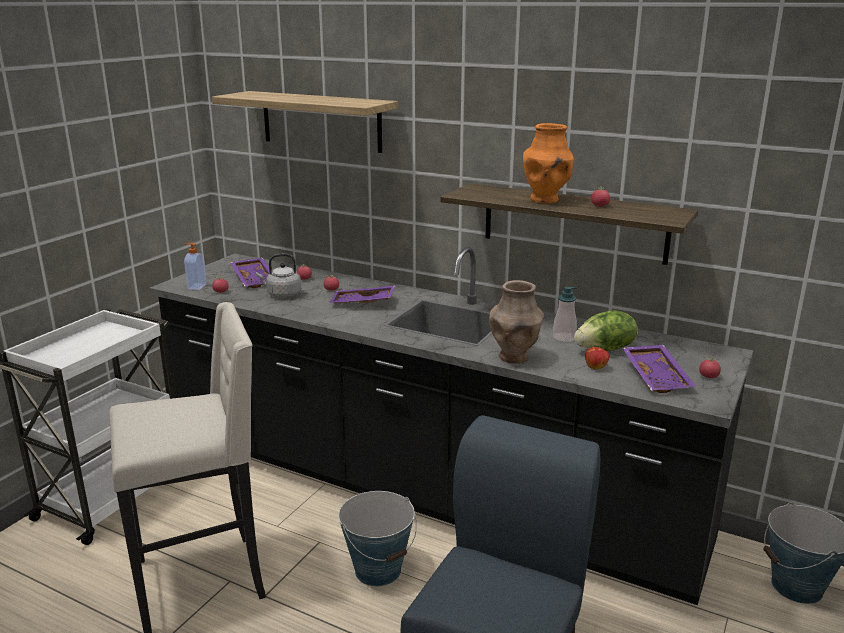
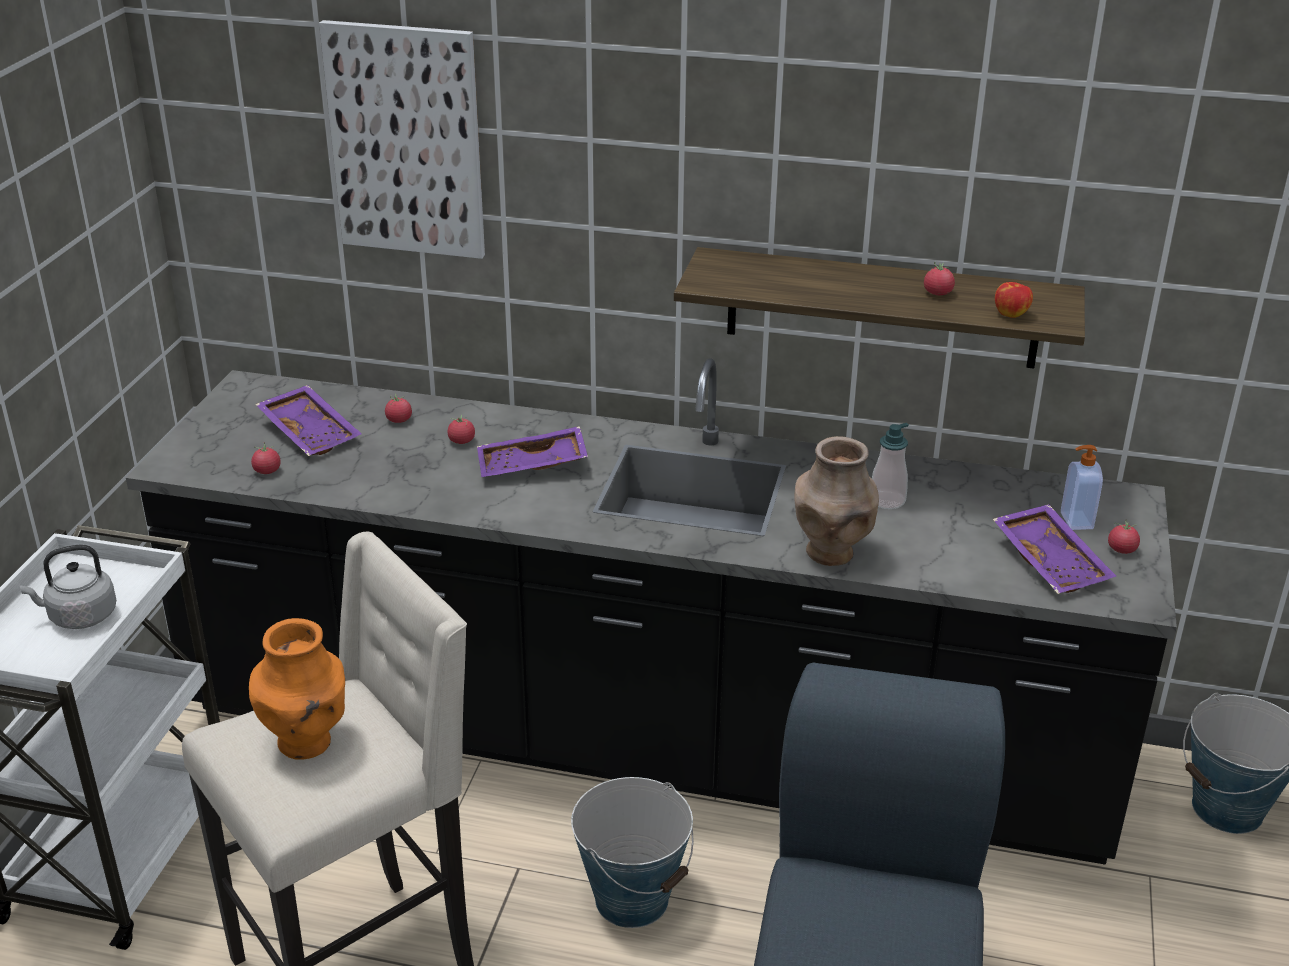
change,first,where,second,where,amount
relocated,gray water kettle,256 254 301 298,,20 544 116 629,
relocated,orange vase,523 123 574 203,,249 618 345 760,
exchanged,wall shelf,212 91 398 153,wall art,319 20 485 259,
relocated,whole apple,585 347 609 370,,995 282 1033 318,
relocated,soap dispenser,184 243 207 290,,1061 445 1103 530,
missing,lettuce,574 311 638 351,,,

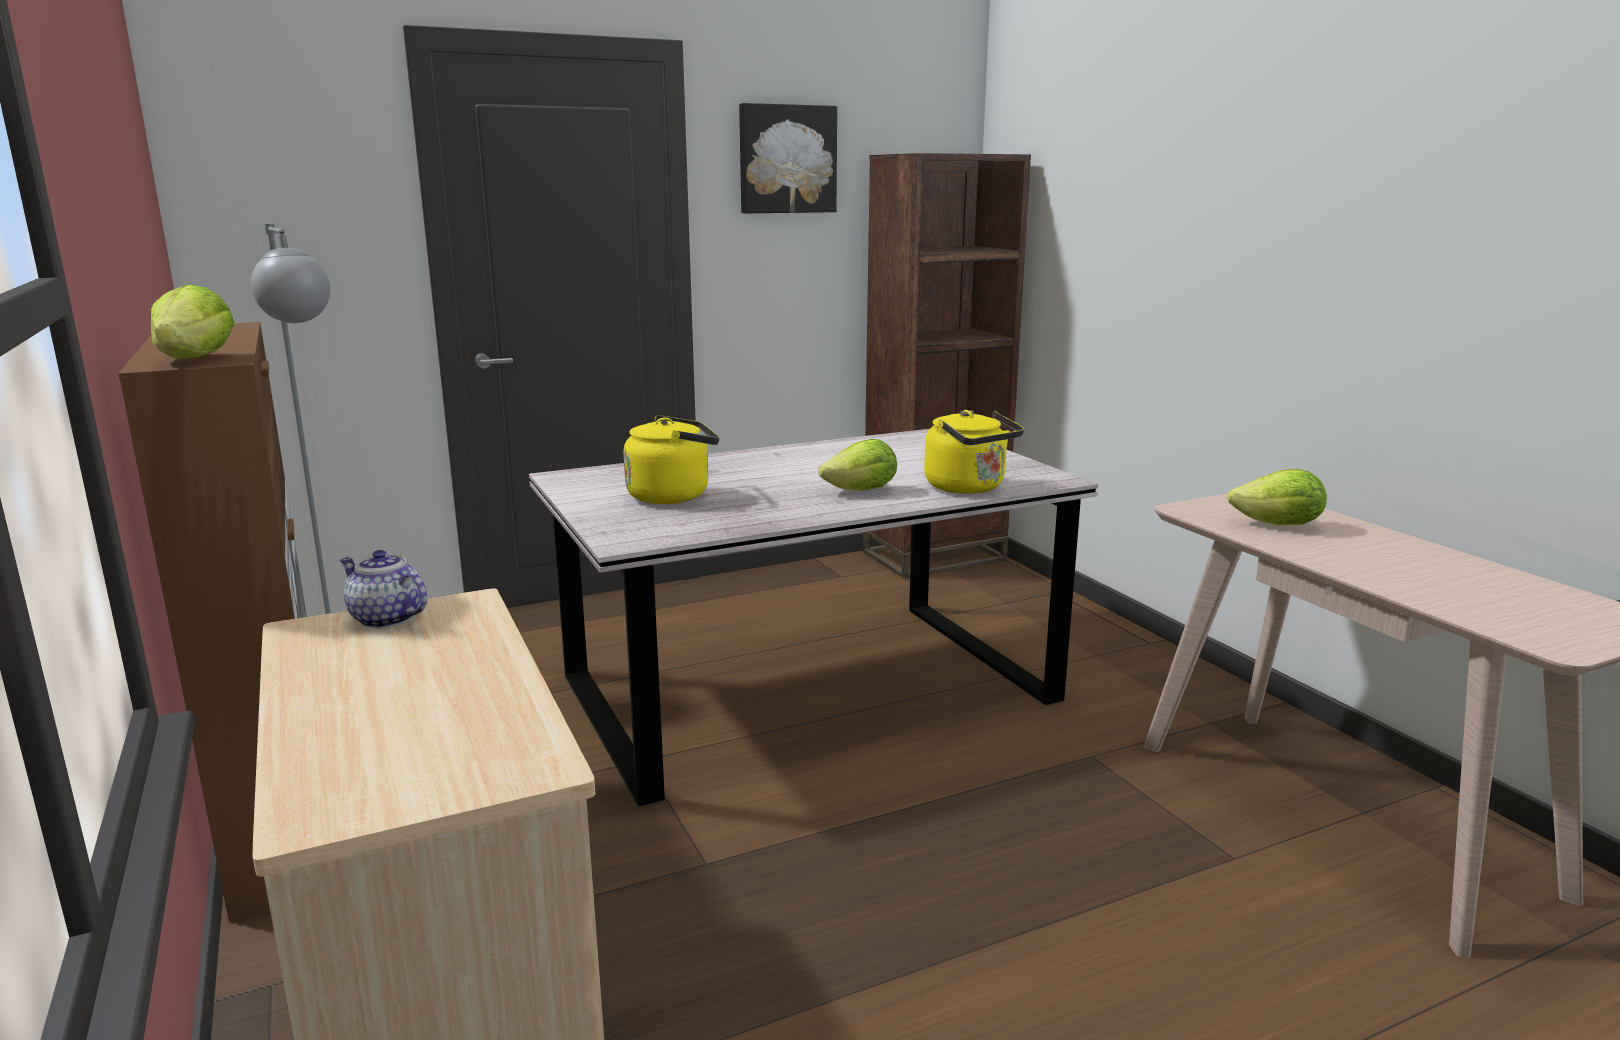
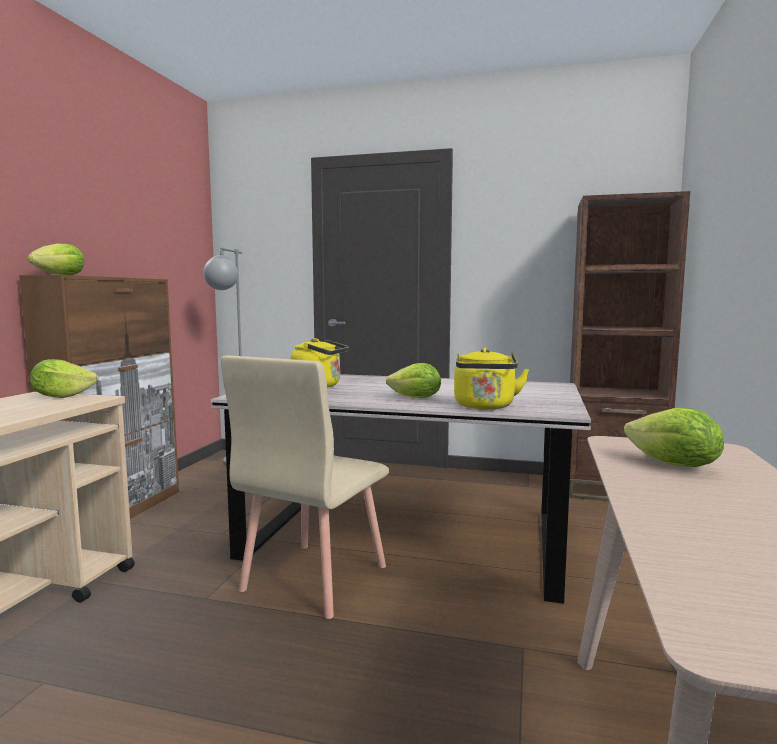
change,first,where,second,where,amount
exchanged,tea pot,340 550 427 629,lettuce,30 359 99 398,
appeared,,,beige chair,221 356 389 619,
missing,wall art,739 103 837 214,,,

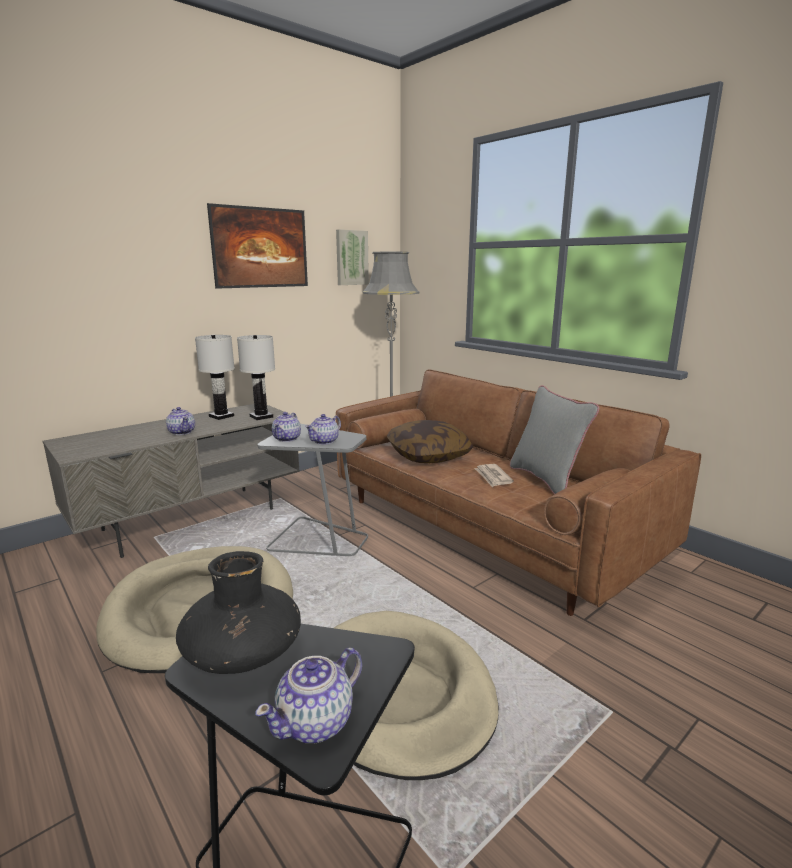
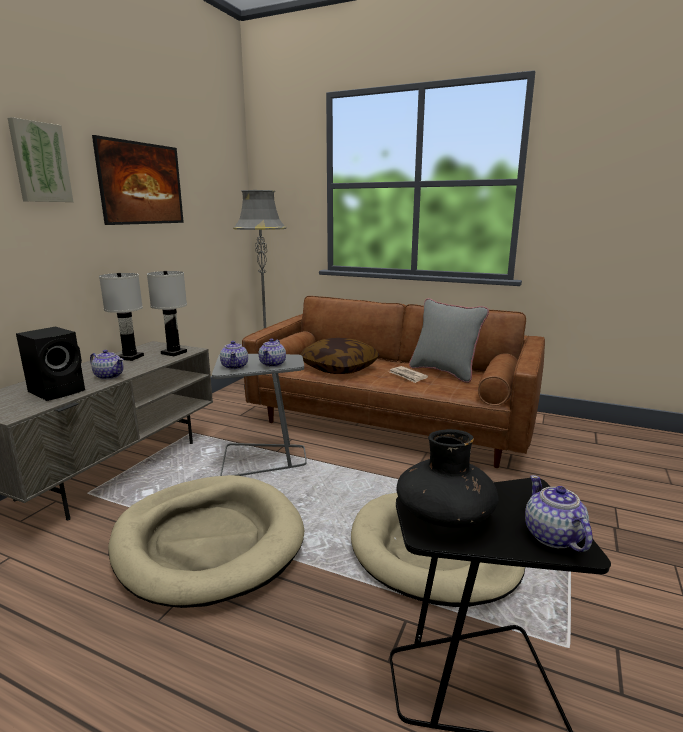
change,first,where,second,where,amount
relocated,wall art,336 229 369 285,,8 117 73 202,
appeared,,,black speaker,16 327 85 401,
spun,tea pot,255 648 362 743,,525 475 592 552,150 degrees clockwise

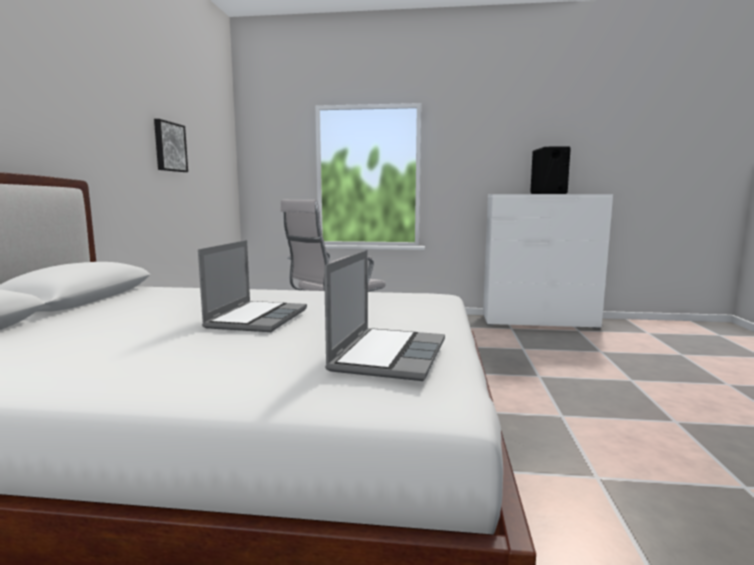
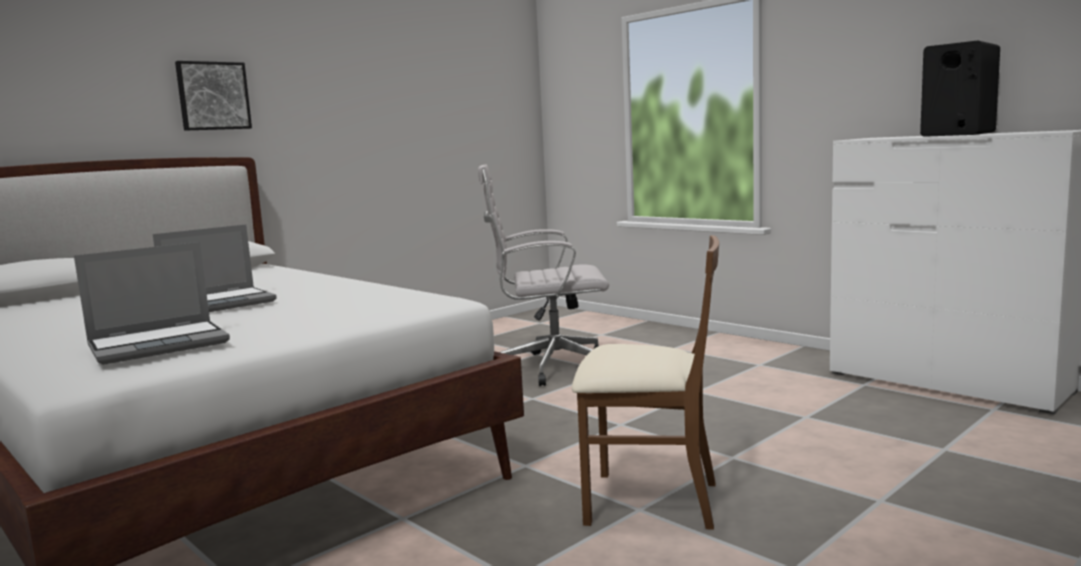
change,first,where,second,where,amount
relocated,wall art,154 119 188 172,,175 61 252 131,
appeared,,,brownish chair,572 235 719 530,

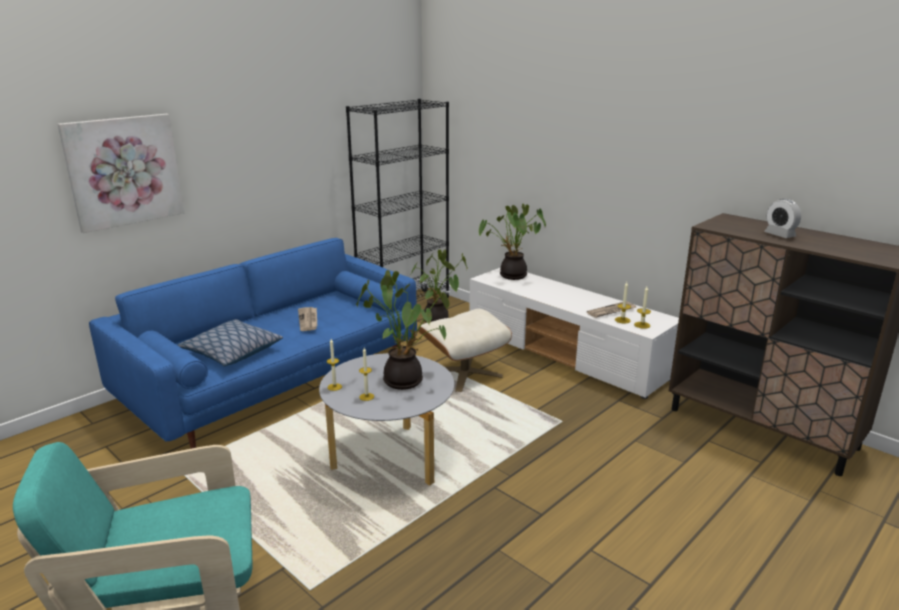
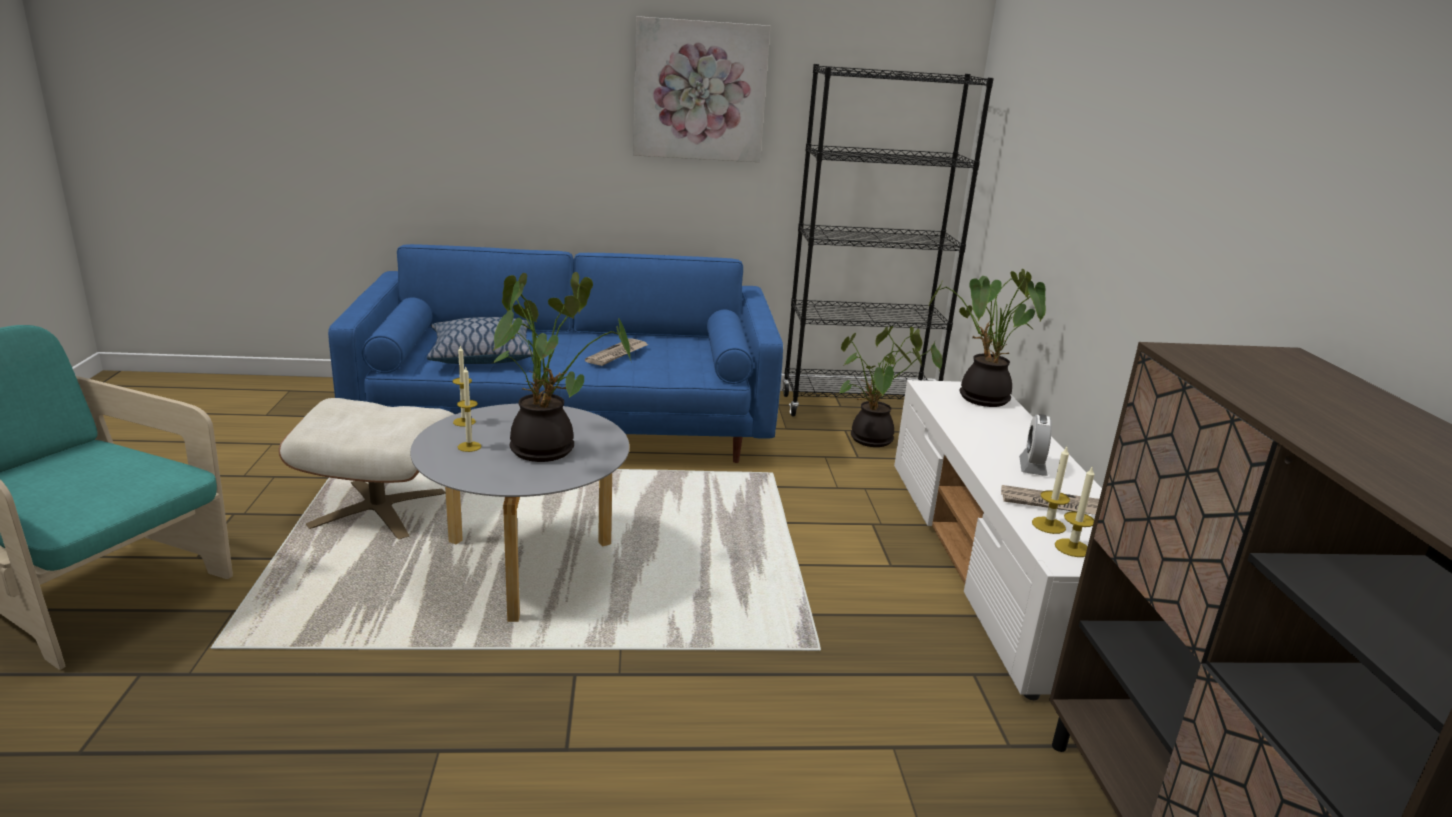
change,first,where,second,where,amount
relocated,beige ottoman,419 309 512 392,,279 398 454 539,
relocated,wall art,58 114 184 233,,633 16 770 162,
relocated,table clock,764 199 801 238,,1019 414 1052 476,

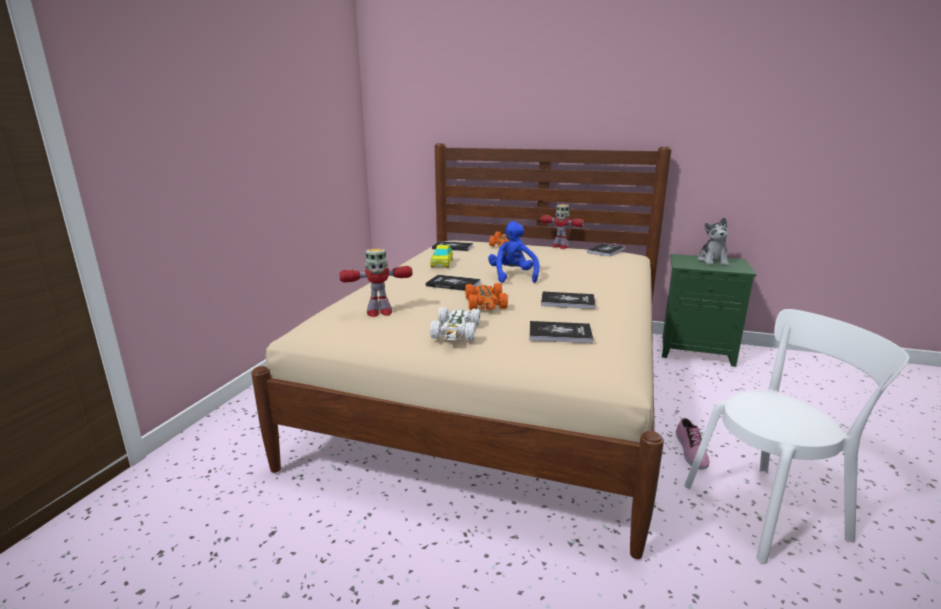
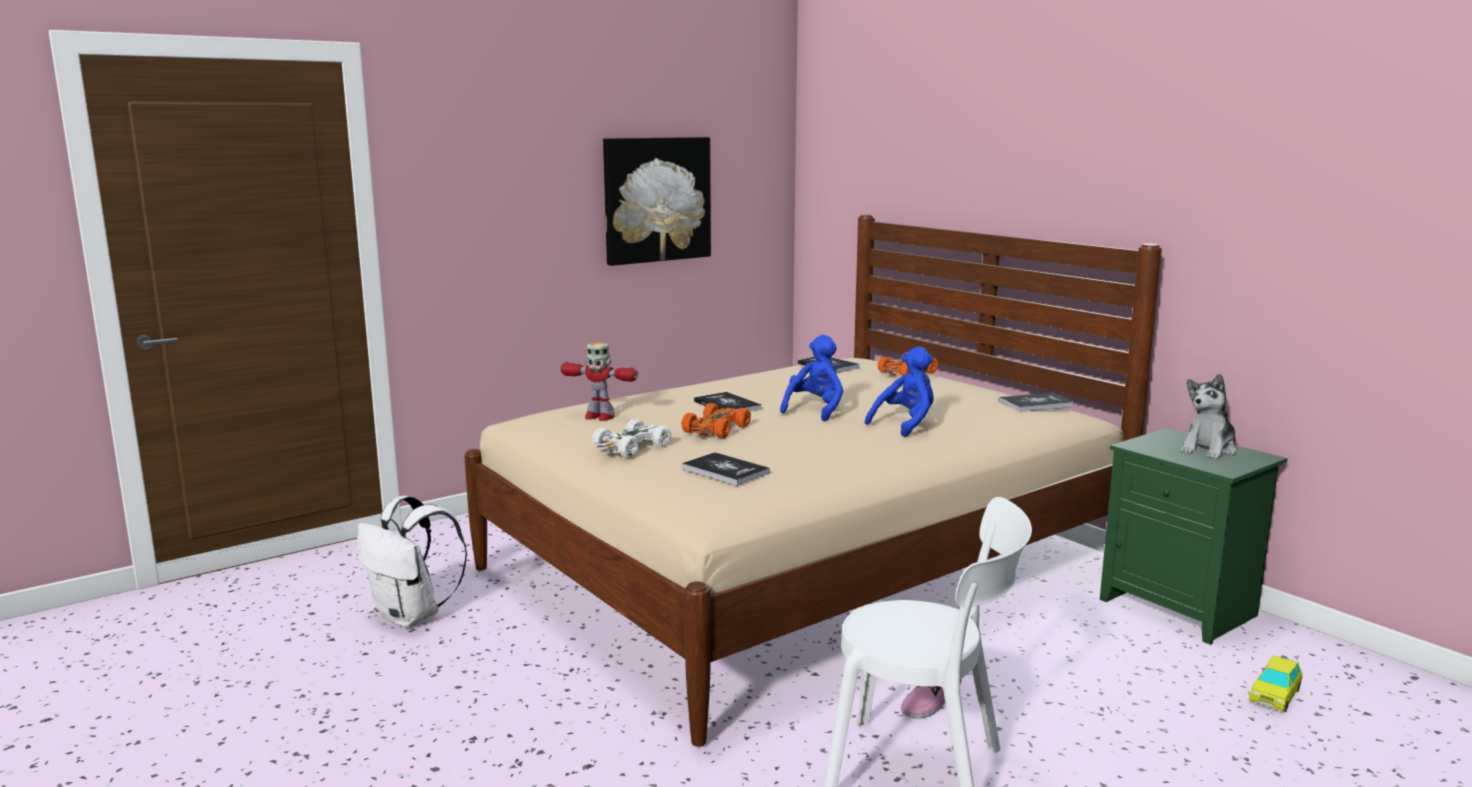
change,first,where,second,where,amount
appeared,,,whitish rucksack,357 495 467 627,
appeared,,,wall art,603 137 711 266,
appeared,,,bluish soft toy,865 346 934 437,
relocated,miniature car,430 245 453 268,,1249 655 1302 712,
missing,model robot,541 204 585 249,,,
missing,book,541 292 596 309,,,

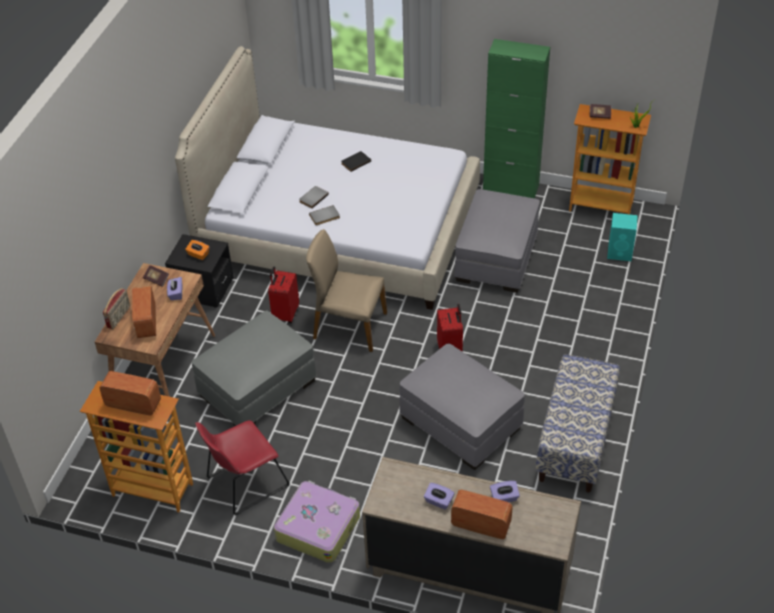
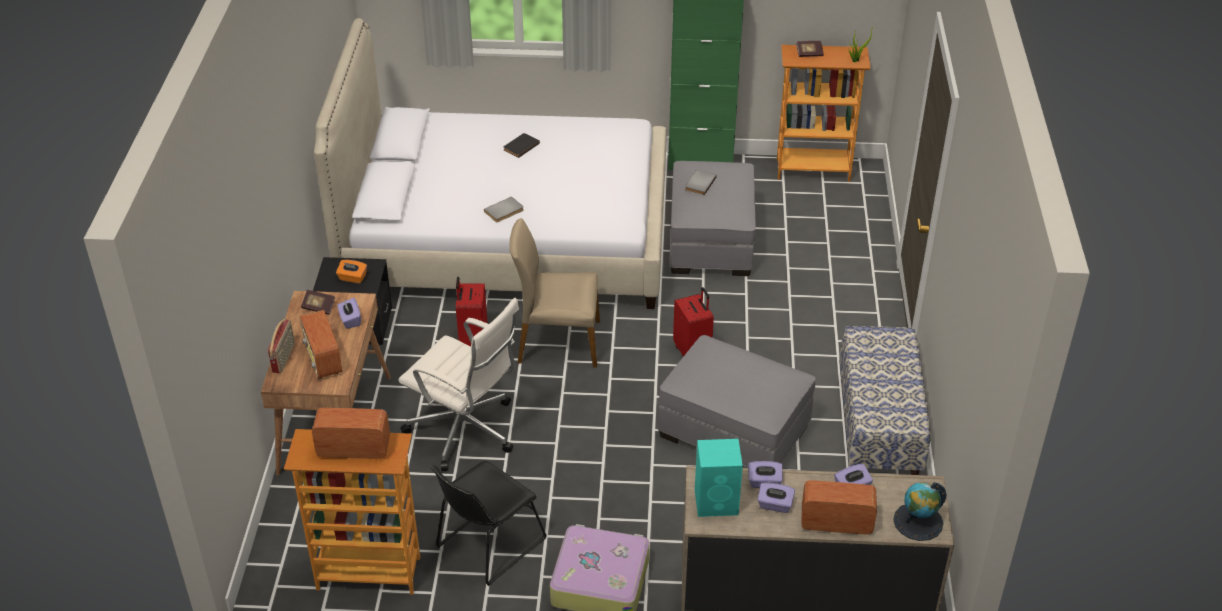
change,first,where,second,where,amount
exchanged,gray ottoman,192 311 317 426,whitish office chair,399 298 519 471,
colour,red-coloured chair,195 420 290 516,black chair,430 461 547 586,
relocated,gray book,299 186 329 208,,685 170 717 195,
relocated,turquoise-coloured speaker,607 213 638 261,,695 439 743 517,
appeared,,,purple-coloured tissue box,748 461 783 488,
appeared,,,world globe,893 482 947 541,

